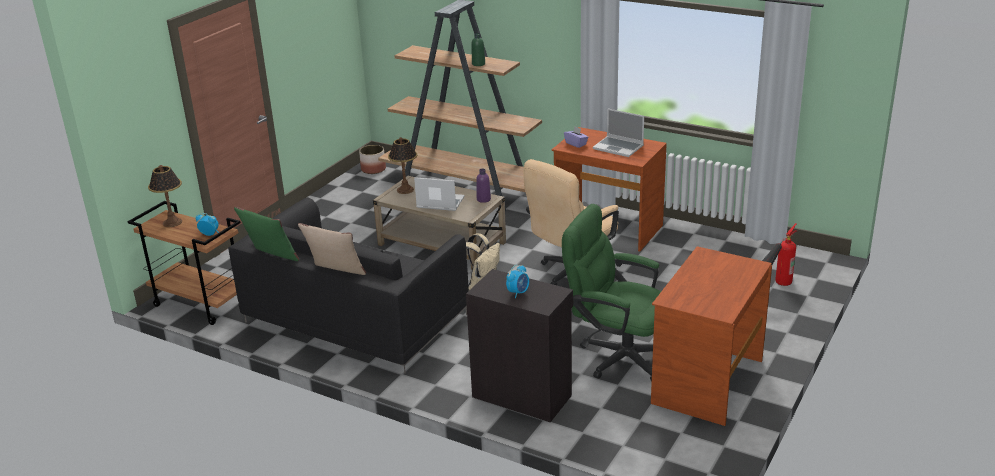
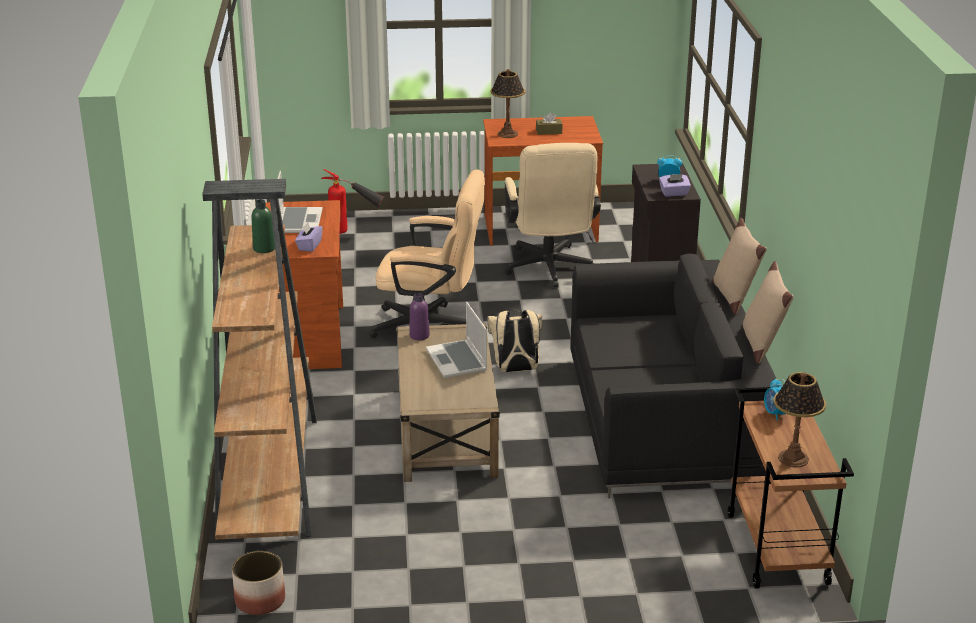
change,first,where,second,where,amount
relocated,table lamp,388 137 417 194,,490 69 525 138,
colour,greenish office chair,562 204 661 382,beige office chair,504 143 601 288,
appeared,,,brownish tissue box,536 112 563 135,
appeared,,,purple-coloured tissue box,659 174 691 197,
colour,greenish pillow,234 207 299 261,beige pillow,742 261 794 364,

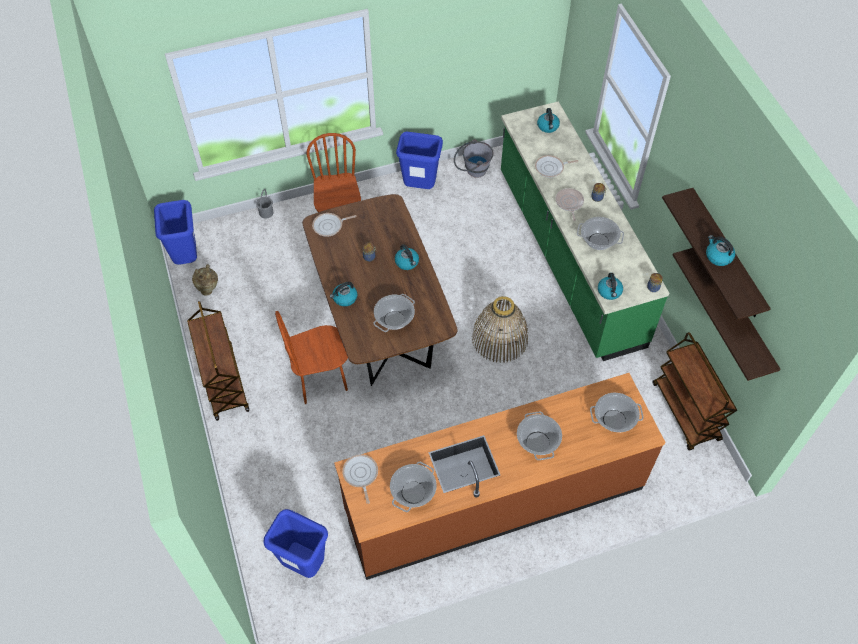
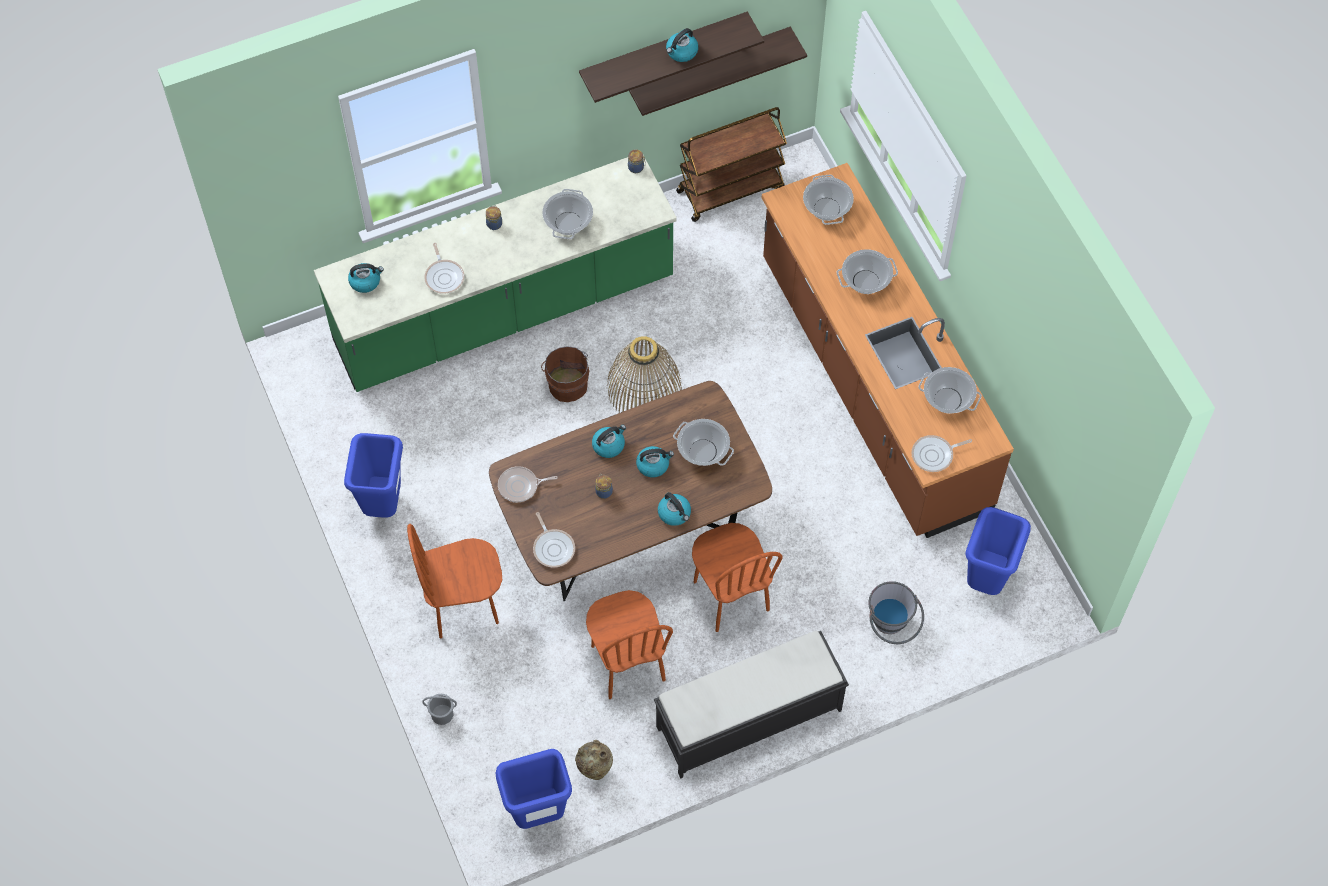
change,first,where,second,where,amount
relocated,frying pan,556 188 584 221,,498 466 557 502,
appeared,,,brownish bucket,541 346 589 402,
appeared,,,brownish chair,586 590 673 699,
relocated,water kettle,598 273 623 300,,636 446 674 477,
exchanged,brownish cart,187 301 249 421,black indoor bench,654 631 849 778,
relocated,gray bucket,454 139 494 178,,868 581 924 644,

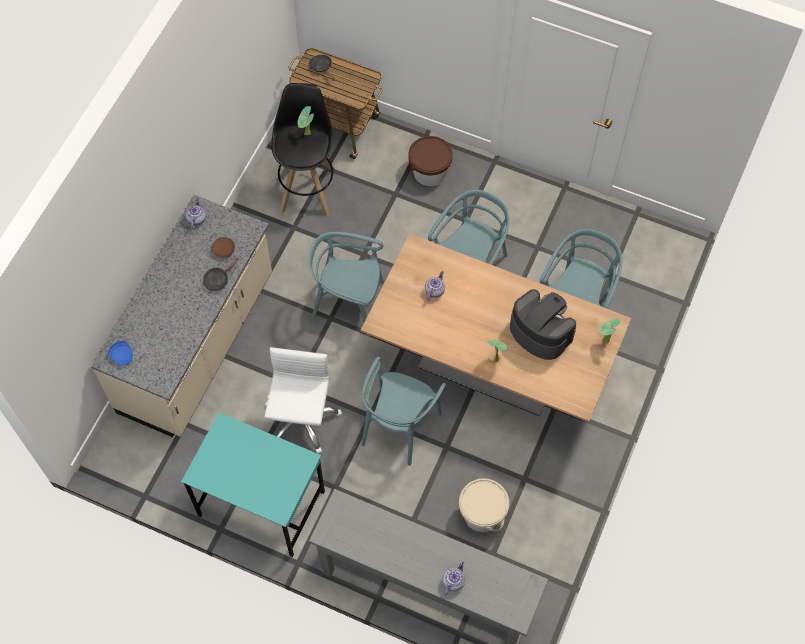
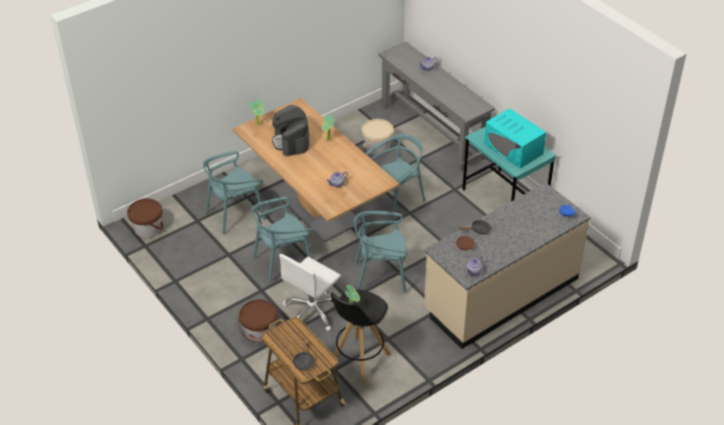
change,first,where,second,where,amount
appeared,,,brownish bucket,127 198 163 238,
relocated,whitish office chair,264 347 342 453,,279 254 341 331,
spun,turquoise-coloured chair,308 232 384 337,,354 211 408 293,135 degrees clockwise
appeared,,,turquoise-coloured microwave oven,484 108 546 168,

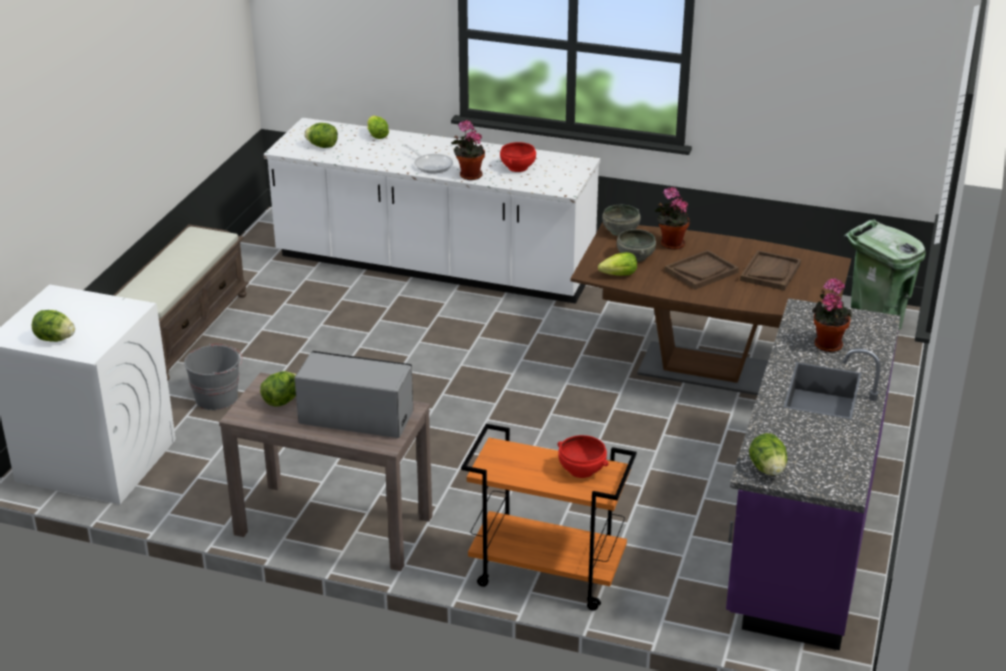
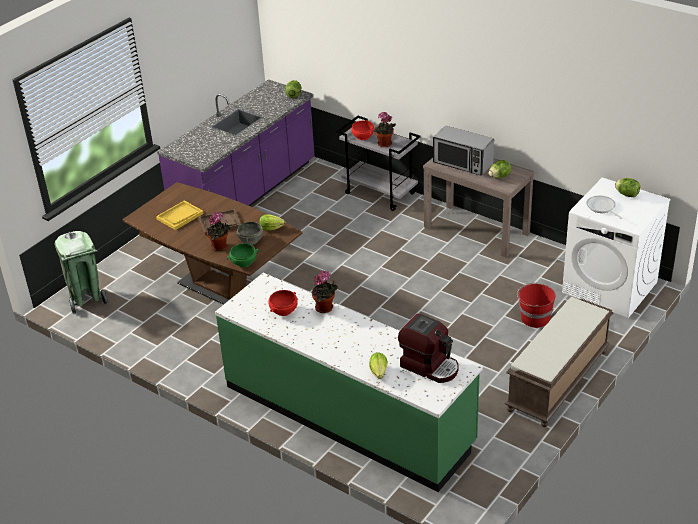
change,first,where,second,where,amount
colour,brownish carrying tray,740 250 801 291,yellowish carrying tray,156 200 204 230,
colour,whitish counter,264 118 600 304,greenish counter,215 273 483 492,
colour,gray deep dish,602 205 641 236,greenish deep dish,227 244 259 267,
colour,orange cart,461 424 637 611,gray cart,336 116 420 211,
relocated,houseplant,812 278 852 352,,372 112 396 147,
exchanged,lettuce,304 123 338 148,coffee maker,398 314 459 383,
colour,gray bucket,184 344 242 410,red-coloured bucket,517 283 556 328,
relocated,frying pan,403 144 453 173,,586 196 622 219,

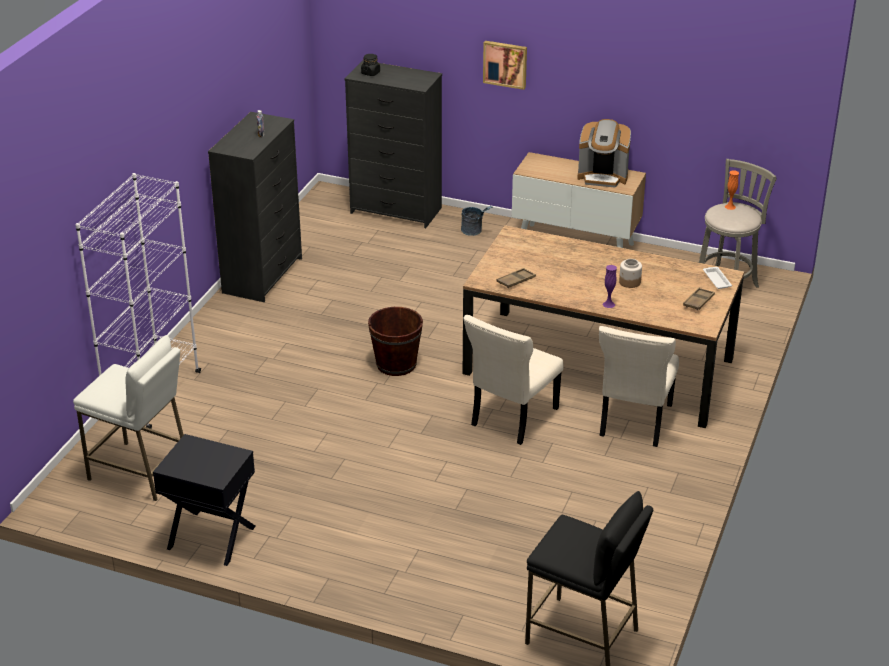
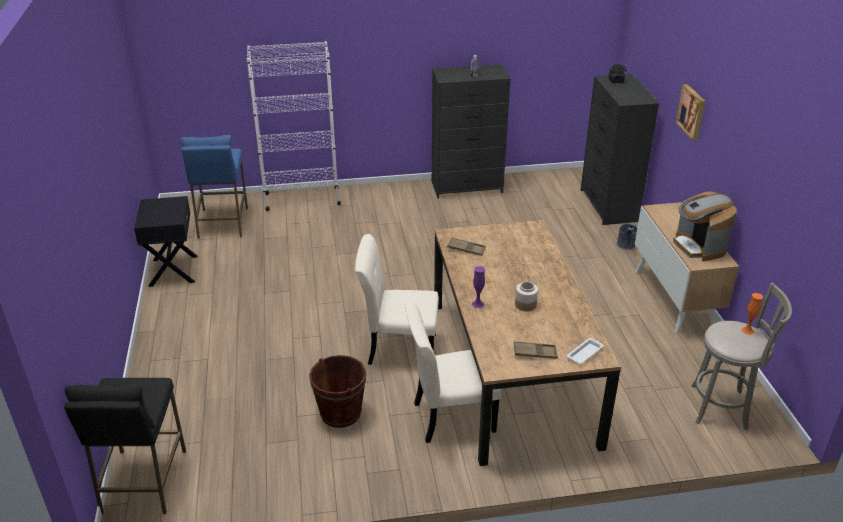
change,first,where,second,where,amount
colour,whitish sitting stool,73 335 184 501,bluish sitting stool,181 135 248 239,
relocated,brownish bucket,368 307 423 376,,309 355 366 428,

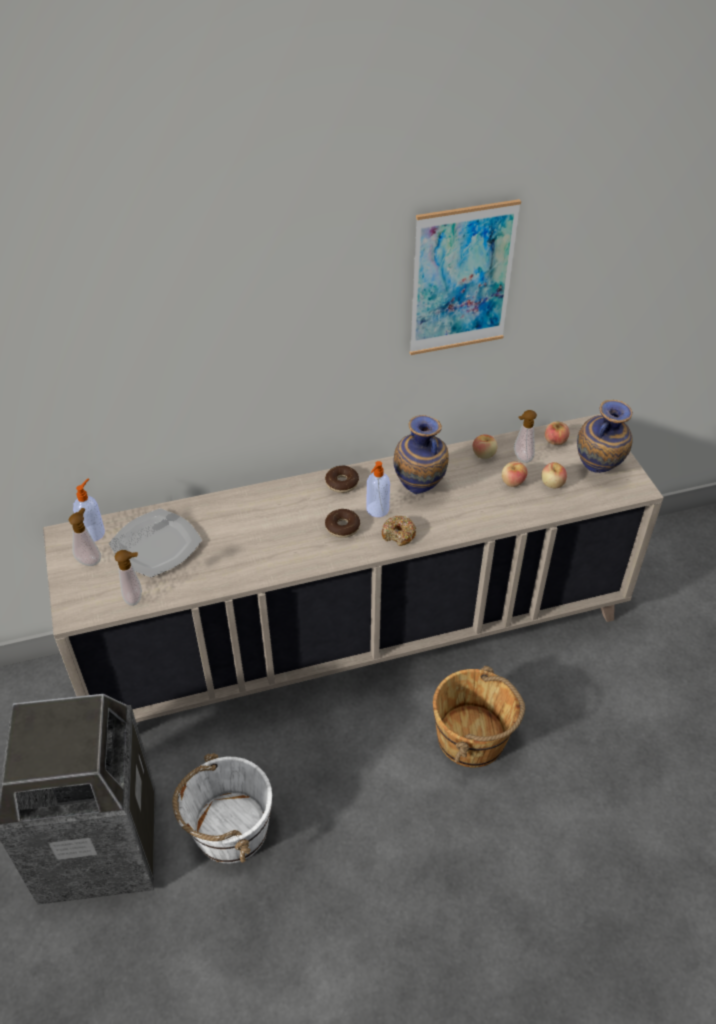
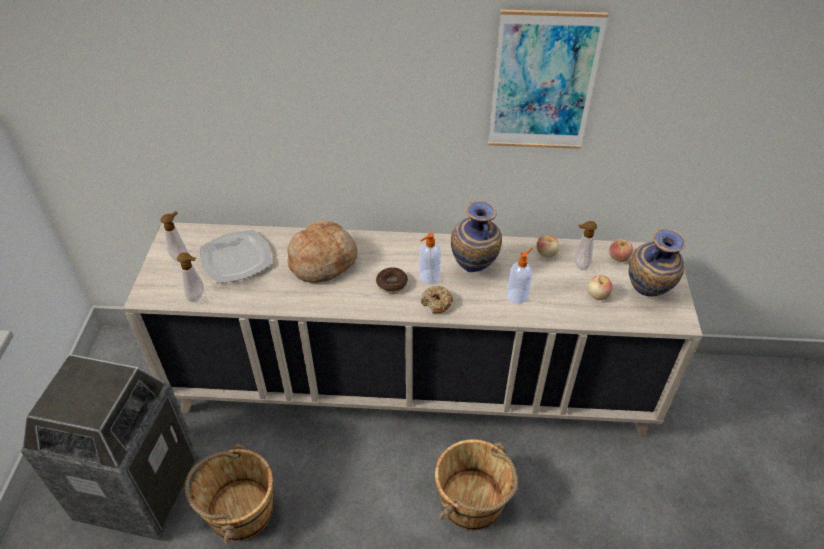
change,first,where,second,where,amount
colour,whitish bucket,172 753 272 863,brownish bucket,185 443 273 544,
appeared,,,bread,287 220 358 283,
relocated,soap dispenser,73 479 105 542,,507 248 533 304,
missing,ring doughnut,325 466 359 493,,,
missing,whole apple,502 461 528 487,,,

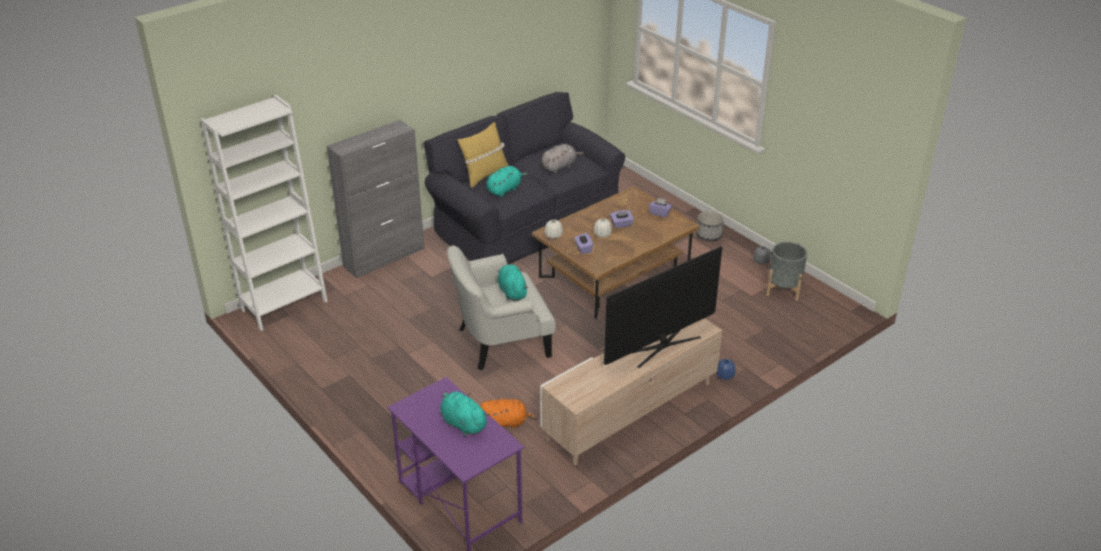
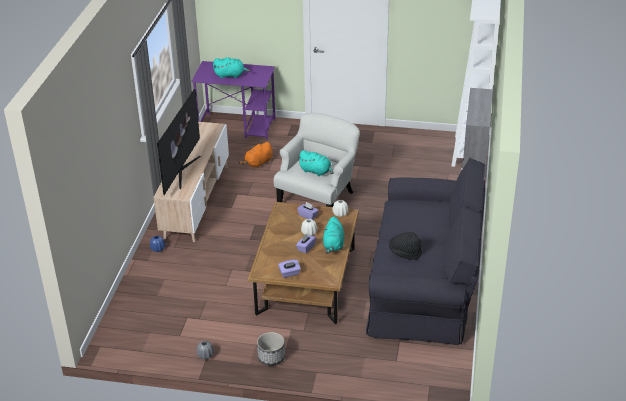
change,first,where,second,where,amount
relocated,turquoise-coloured soft toy,486 166 529 197,,323 216 344 253,
exchanged,gray soft toy,541 144 584 173,black hat,389 232 422 260,
missing,yellowish pillow,458 122 508 188,,,
missing,gray plant pot,766 242 807 301,,,

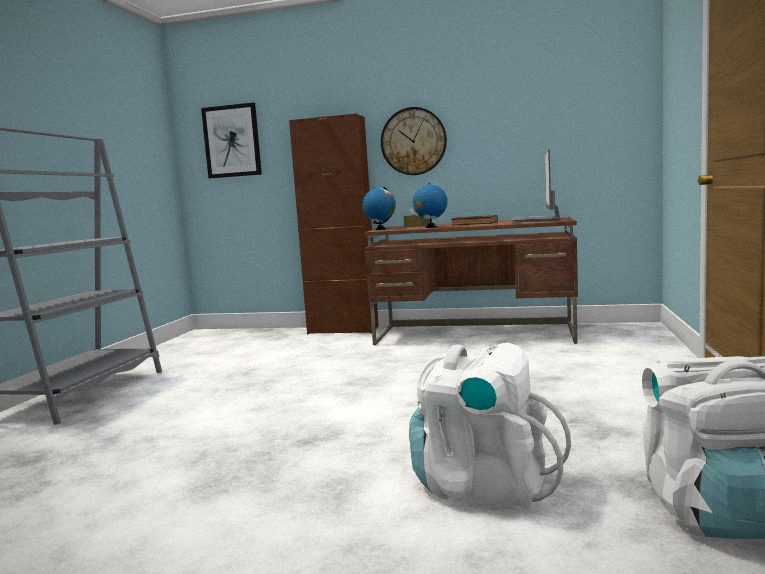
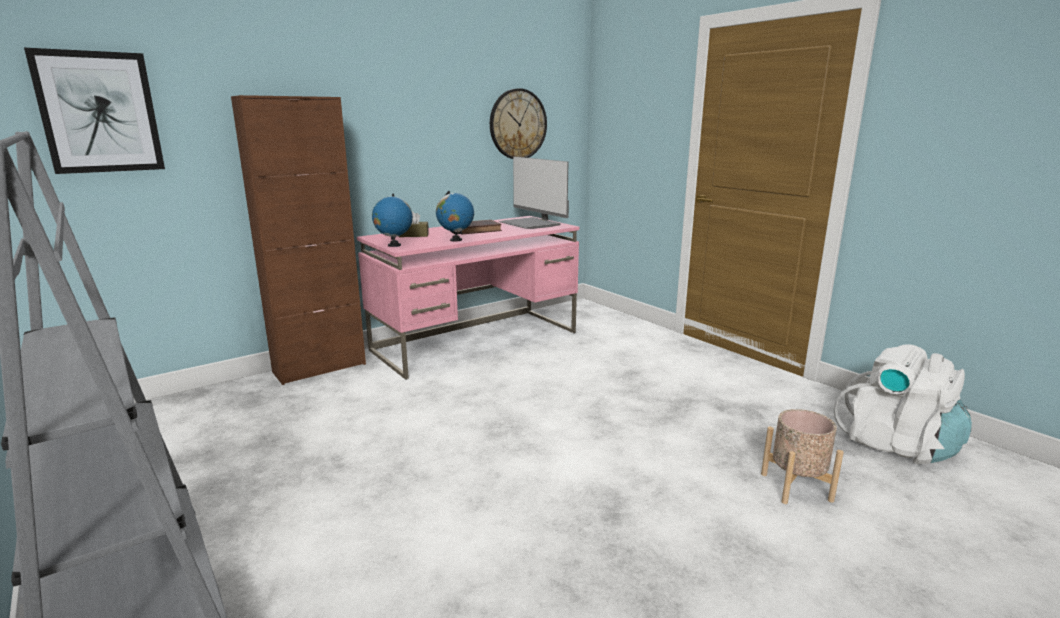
change,first,where,second,where,amount
colour,brownish desk,364 217 578 345,pink-coloured desk,357 216 579 380,
relocated,clock on the wall,381 107 447 175,,490 88 547 159,
exchanged,whitish rucksack,409 342 571 509,beige plant pot,761 409 844 504,

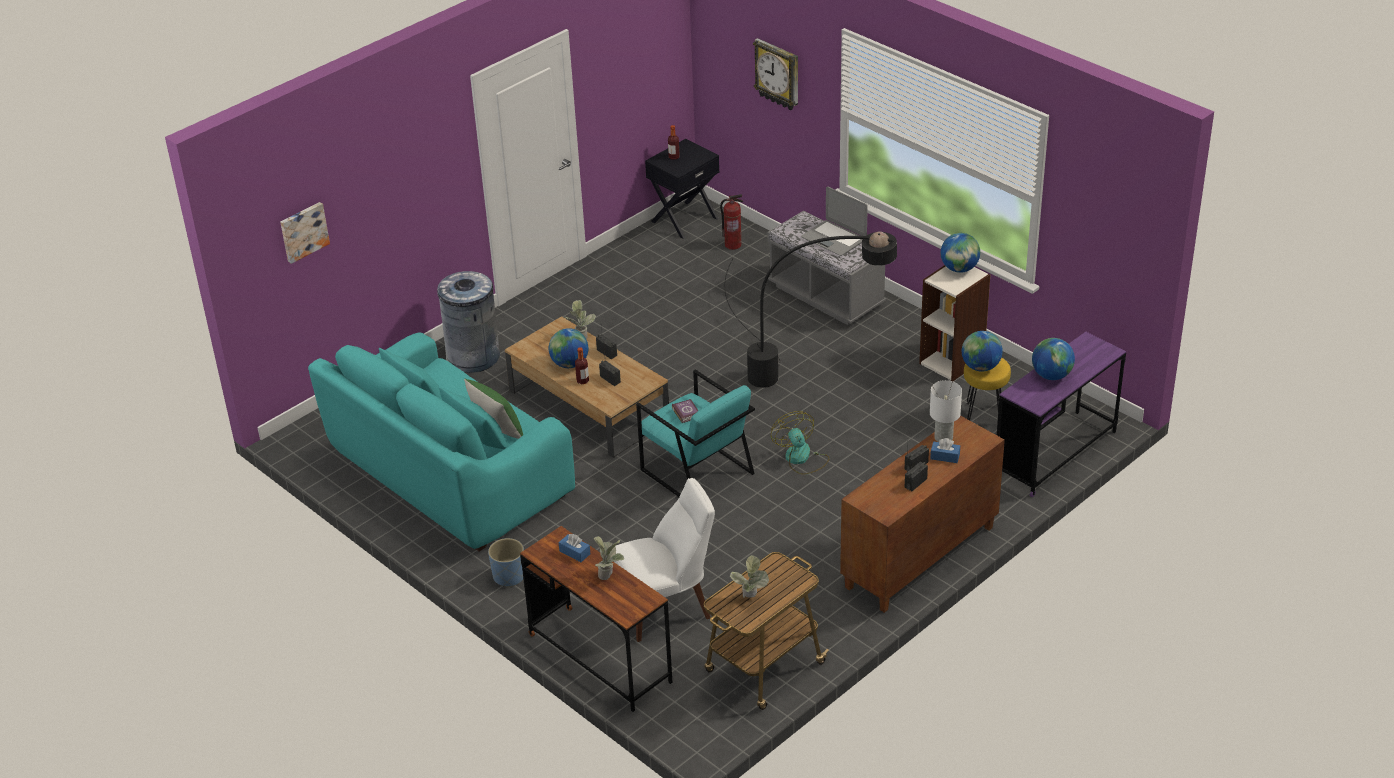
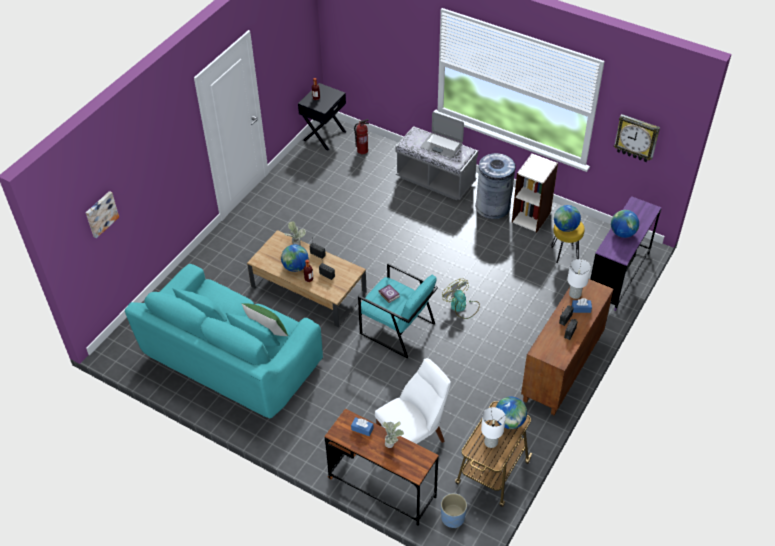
change,first,where,second,where,amount
relocated,bluish plant pot,488 538 524 588,,441 493 467 528,
relocated,gray rubbish bin,437 271 500 373,,475 153 516 219,
exchanged,houseplant,729 555 769 598,whitish table lamp,481 407 506 448,
relocated,world globe,941 233 980 273,,496 397 527 429,
relocated,clock on the wall,753 38 798 110,,614 114 660 162,
missing,black standing lamp,724 231 897 388,,,

